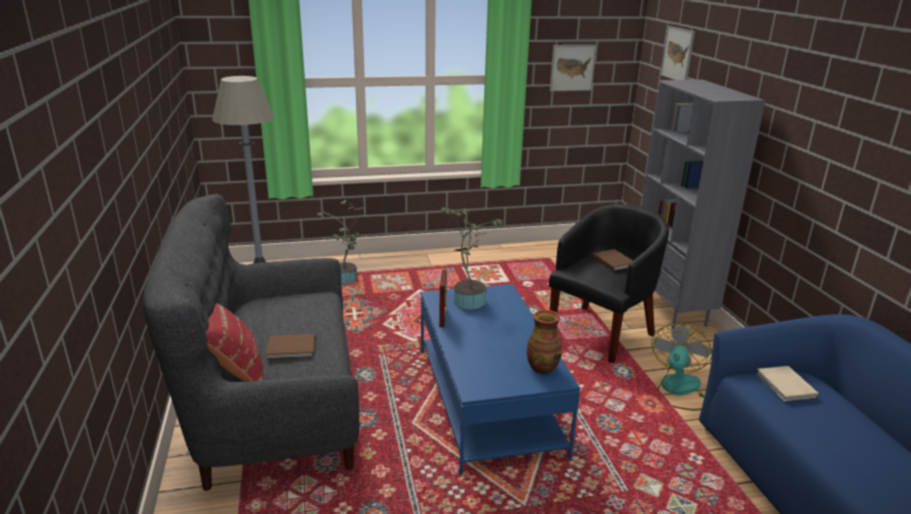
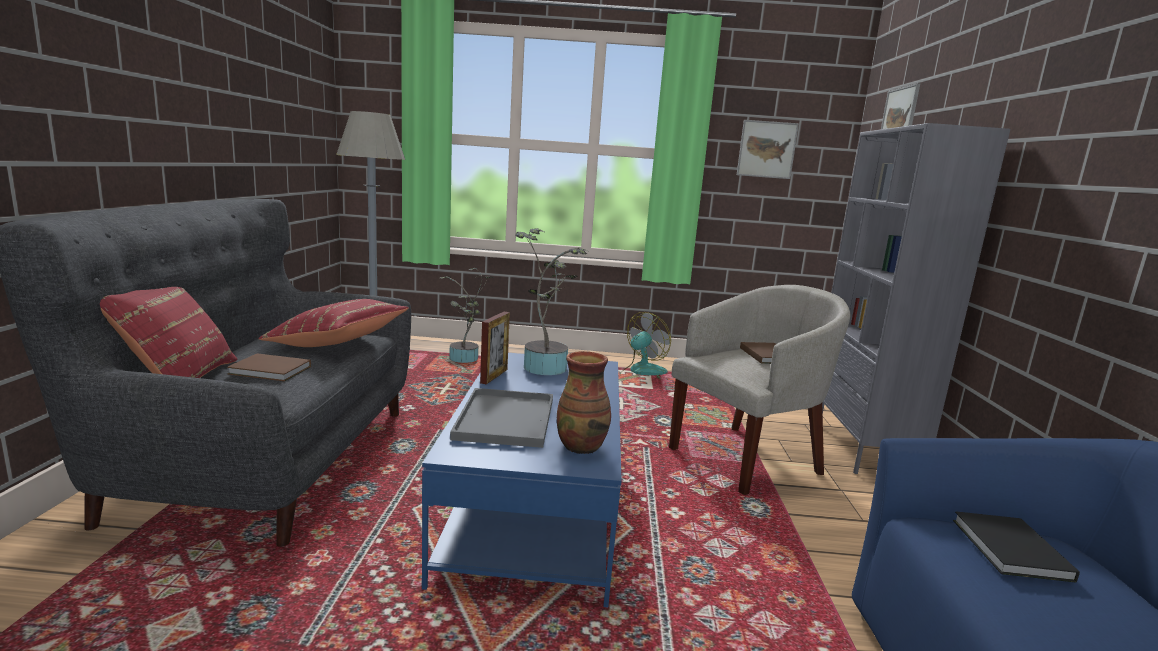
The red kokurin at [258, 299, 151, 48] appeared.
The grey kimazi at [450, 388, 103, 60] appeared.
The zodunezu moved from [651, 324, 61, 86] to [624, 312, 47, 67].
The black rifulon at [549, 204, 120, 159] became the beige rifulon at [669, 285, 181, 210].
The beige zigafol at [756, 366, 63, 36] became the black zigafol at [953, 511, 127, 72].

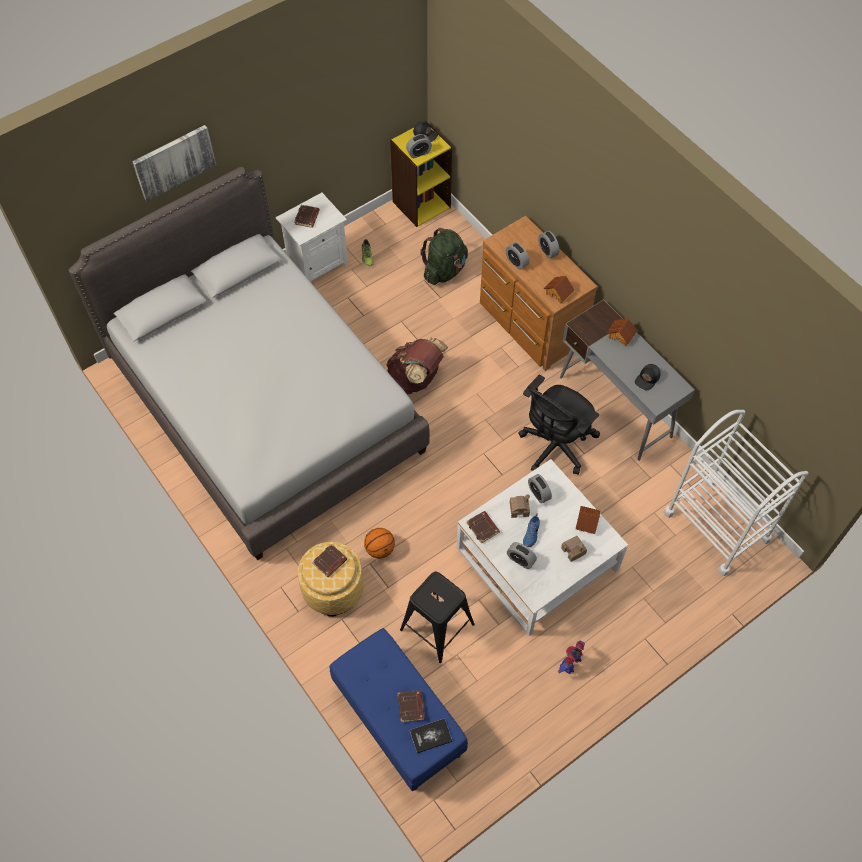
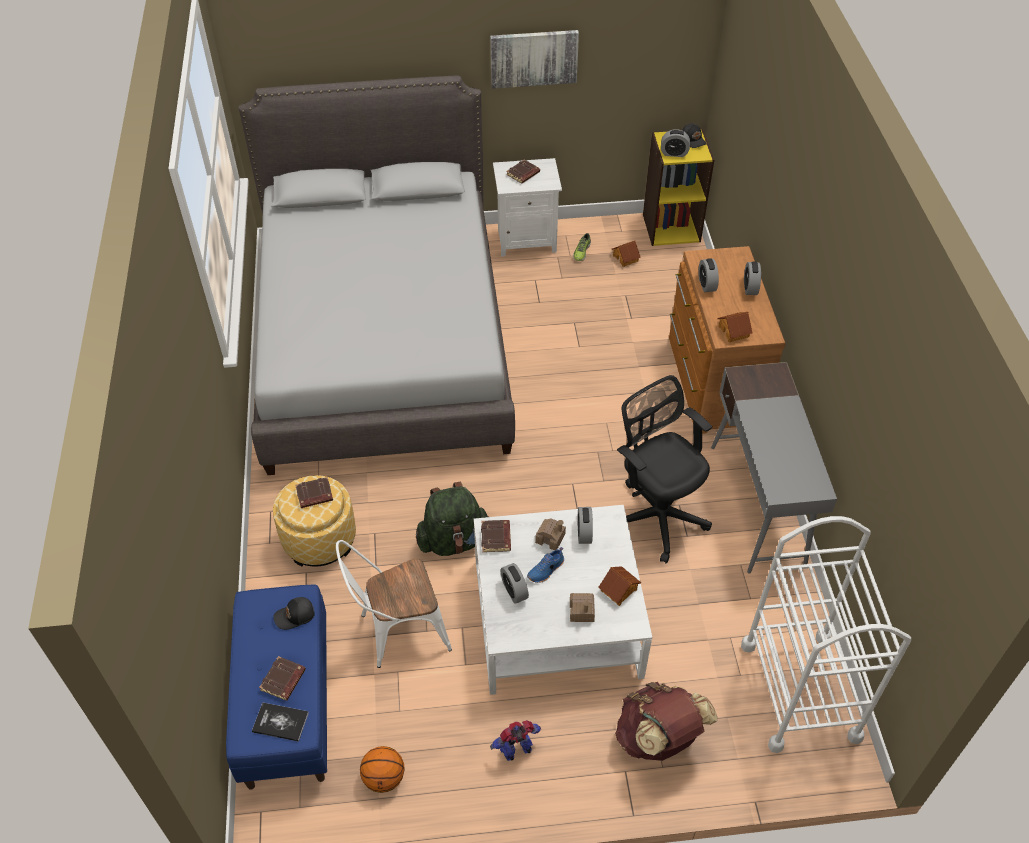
The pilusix moved from [132, 125, 84, 76] to [490, 30, 89, 59].
The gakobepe moved from [364, 528, 31, 30] to [360, 746, 45, 47].
The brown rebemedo moved from [386, 338, 62, 57] to [615, 682, 102, 79].
The green rebemedo moved from [420, 228, 48, 57] to [416, 481, 73, 75].
The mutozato moved from [607, 318, 30, 28] to [612, 241, 29, 26].
The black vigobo moved from [635, 364, 26, 27] to [273, 597, 42, 33].
The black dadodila at [400, 572, 75, 91] was replaced by the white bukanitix at [336, 540, 116, 128].
The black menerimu at [518, 375, 82, 100] turned 75 degrees clockwise.

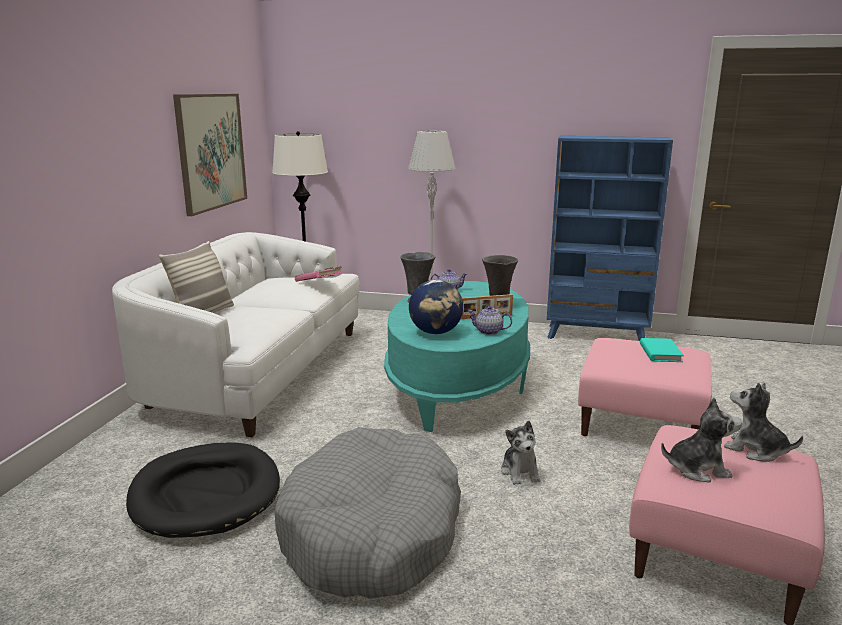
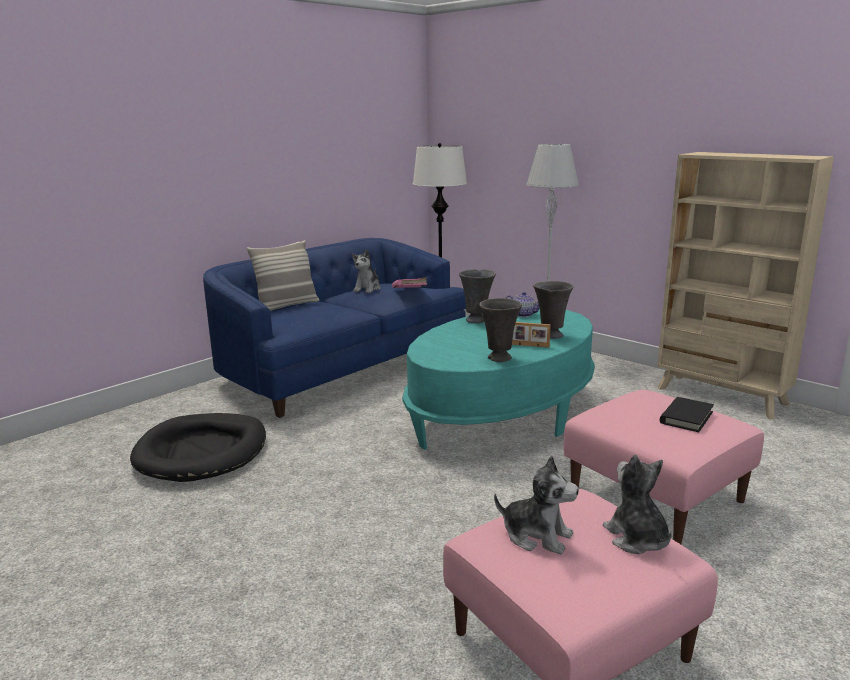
The pilusix at [173, 94, 74, 122] disappeared.
The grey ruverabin at [274, 427, 187, 172] disappeared.
The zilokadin at [409, 280, 54, 54] disappeared.
The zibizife moved from [501, 421, 39, 64] to [352, 249, 29, 44].
The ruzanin at [468, 306, 44, 29] was replaced by the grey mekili at [479, 298, 43, 64].
The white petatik at [112, 232, 248, 205] became the blue petatik at [203, 238, 263, 180].
The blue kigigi at [547, 136, 126, 205] became the beige kigigi at [657, 152, 177, 267].
The turquoise zigafol at [640, 338, 44, 24] became the black zigafol at [660, 397, 54, 35].

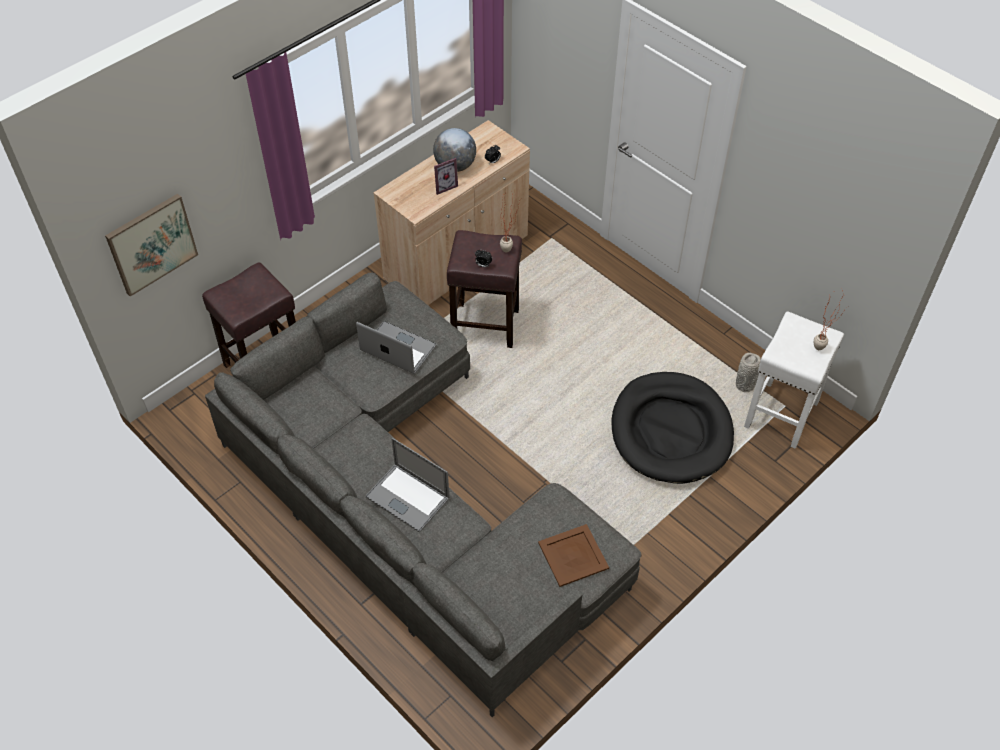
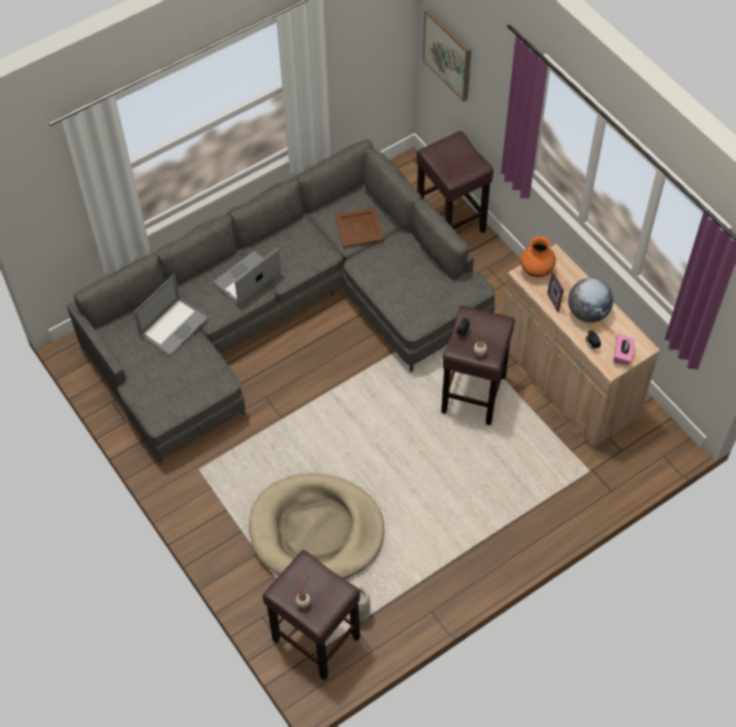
The orange mekili at [520, 236, 36, 41] appeared.
The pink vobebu at [614, 334, 21, 31] appeared.
The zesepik moved from [356, 321, 81, 53] to [134, 274, 75, 82].
The brown kimazi moved from [538, 524, 71, 63] to [335, 207, 49, 41].
The black ruverabin at [612, 372, 122, 112] became the beige ruverabin at [249, 473, 135, 106].
The white dadodila at [744, 311, 100, 138] became the brown dadodila at [263, 550, 97, 131].

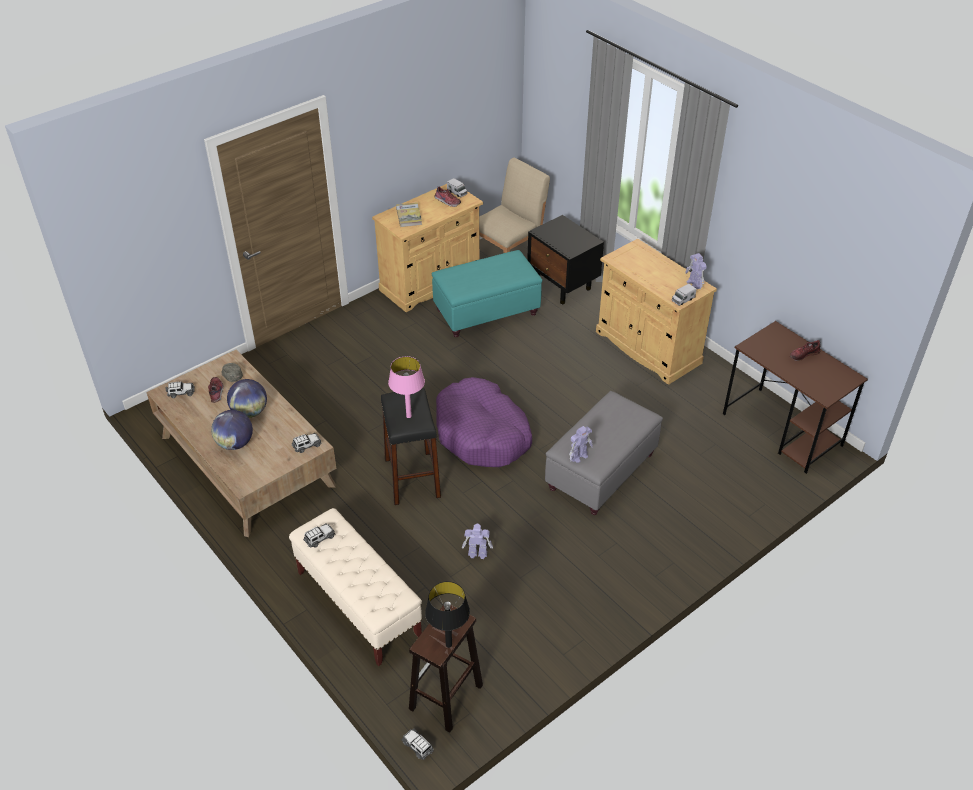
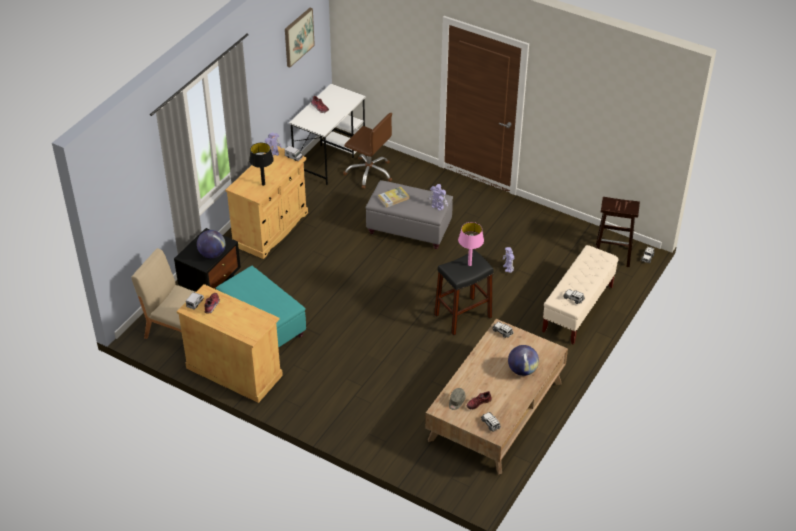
The purple ruverabin at [436, 377, 96, 90] disappeared.
The pilusix at [285, 8, 30, 60] appeared.
The brown menerimu at [343, 113, 49, 76] appeared.
The zilokadin moved from [227, 379, 40, 39] to [197, 230, 28, 28].
The zigafol moved from [396, 202, 26, 25] to [378, 186, 31, 22].
The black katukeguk moved from [425, 581, 45, 67] to [249, 143, 25, 43].
The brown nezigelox at [723, 321, 145, 153] became the white nezigelox at [289, 84, 77, 101].

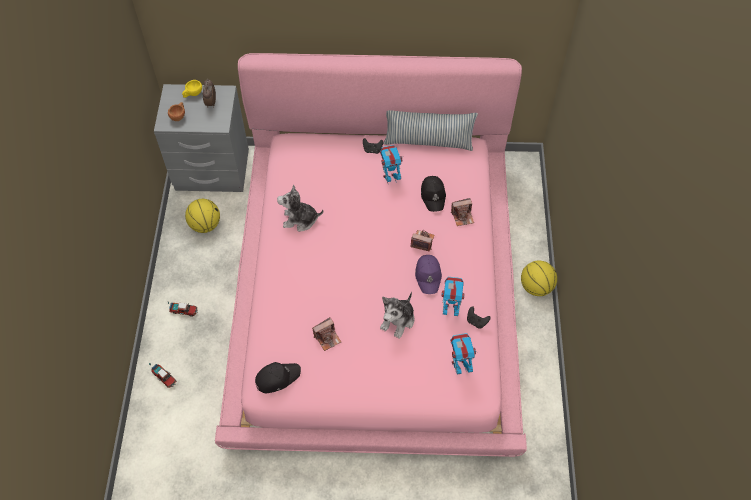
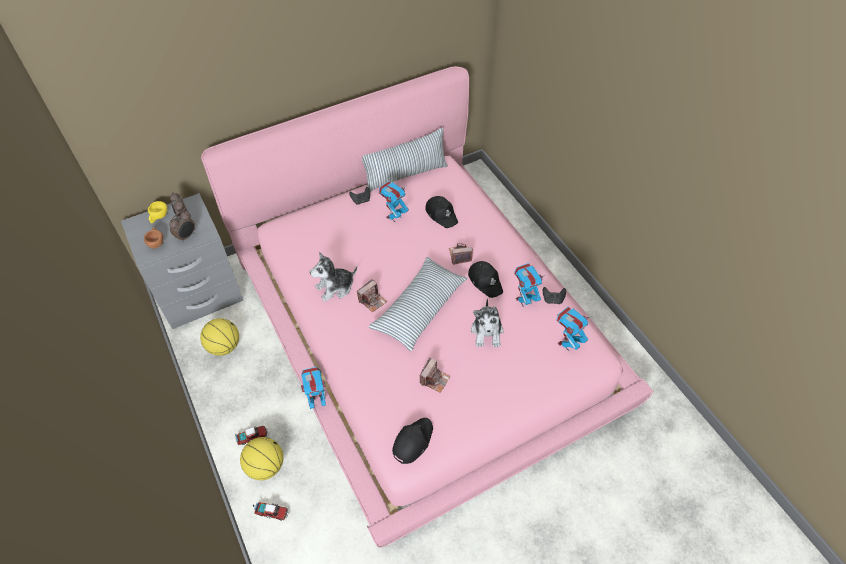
The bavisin at [169, 211, 26, 31] appeared.
The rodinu at [301, 367, 25, 42] appeared.
The kokurin at [369, 257, 99, 94] appeared.
The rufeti moved from [451, 198, 23, 28] to [357, 279, 30, 34].
The gakobepe moved from [521, 260, 36, 36] to [240, 437, 43, 43].
The purple vigobo at [415, 255, 27, 39] became the black vigobo at [468, 261, 35, 37].

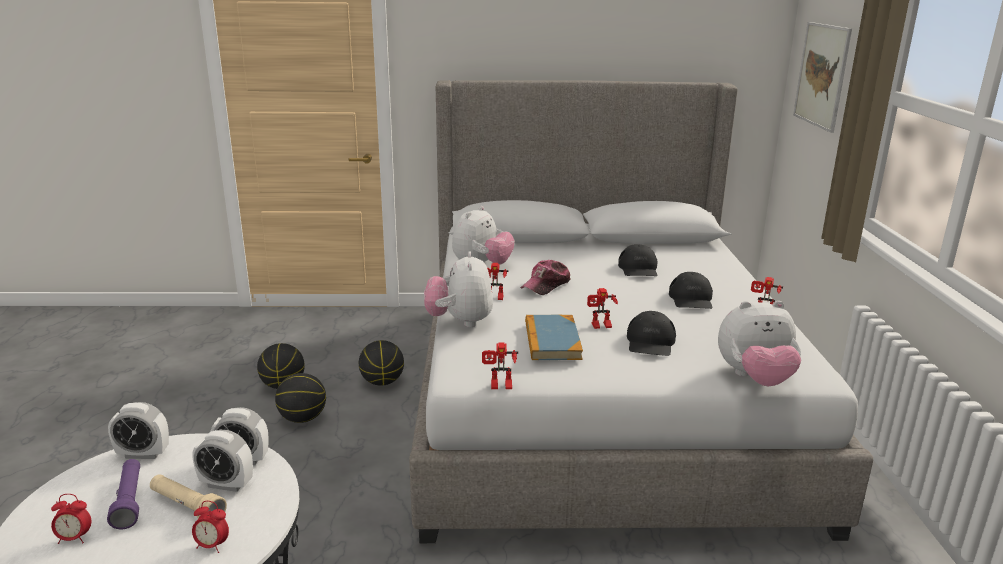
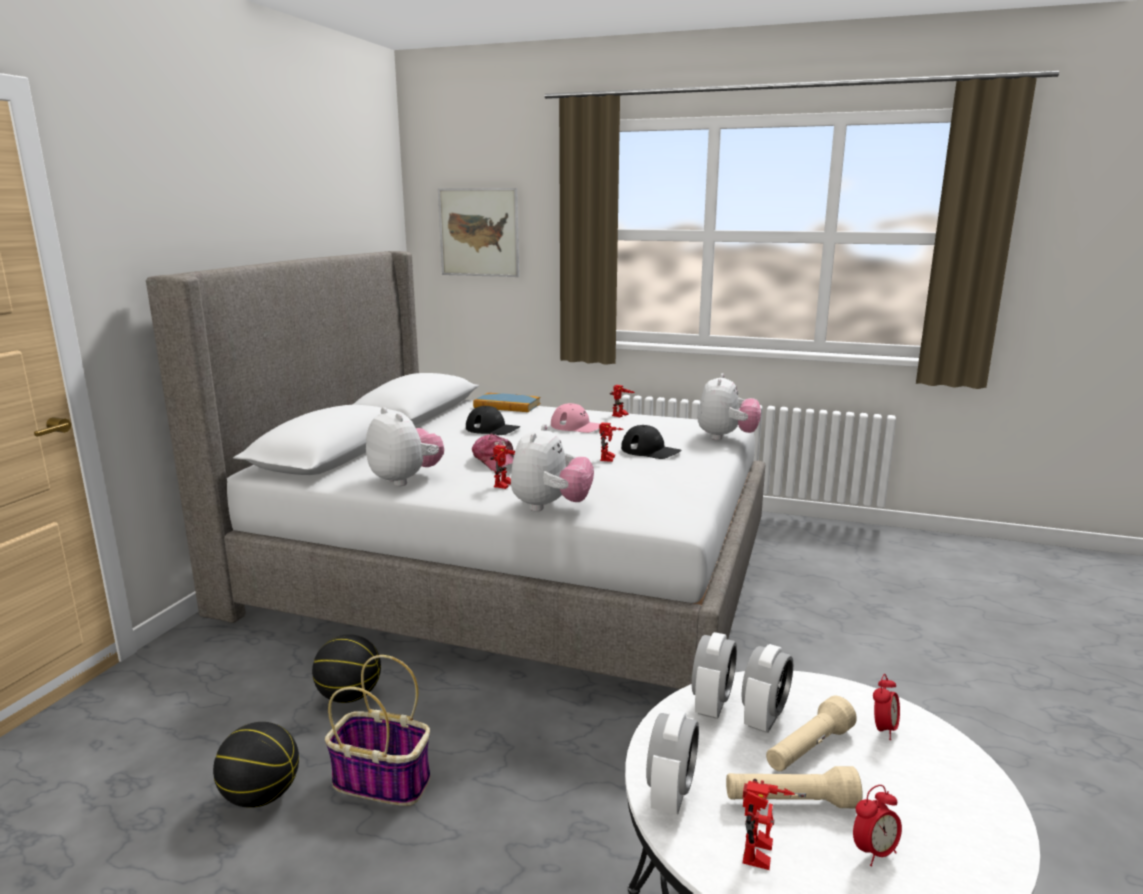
The rodinu moved from [482, 343, 36, 46] to [743, 779, 52, 91].
The zigafol moved from [525, 315, 58, 45] to [473, 393, 67, 19].
The gakobepe at [275, 373, 51, 50] was replaced by the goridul at [325, 655, 105, 151].
The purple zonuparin at [107, 459, 33, 70] became the beige zonuparin at [726, 766, 137, 42].
The black vigobo at [669, 272, 44, 37] became the pink vigobo at [551, 403, 49, 30].
The bavisin at [51, 494, 40, 50] turned 45 degrees clockwise.
The zibizife at [424, 251, 69, 77] turned 90 degrees counterclockwise.

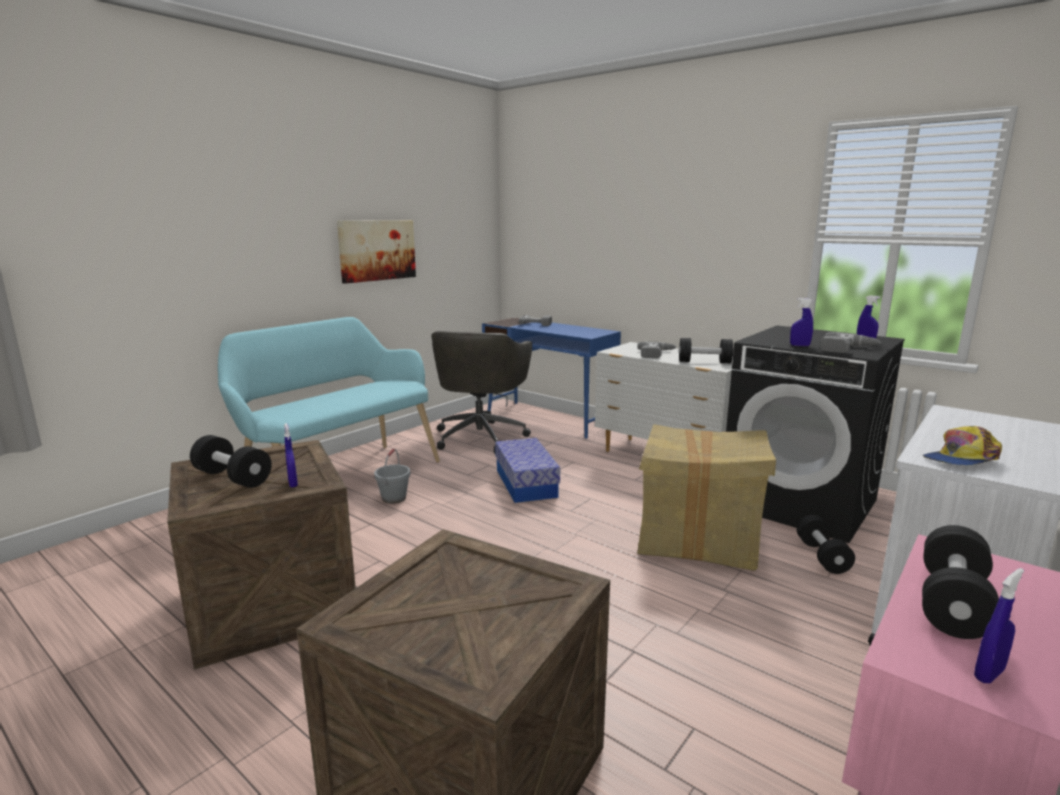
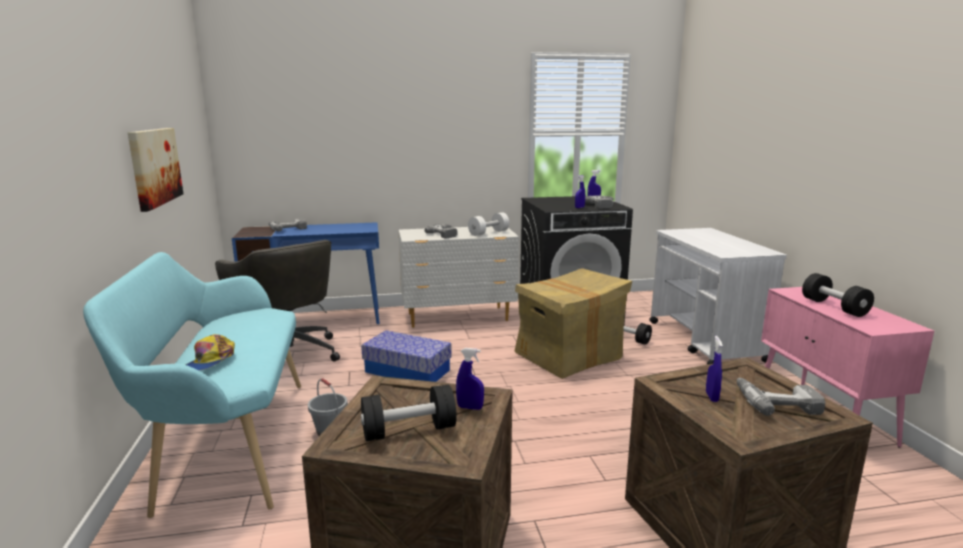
The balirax at [737, 378, 88, 38] appeared.
The vigobo moved from [923, 426, 79, 39] to [186, 334, 49, 36].
The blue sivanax moved from [974, 568, 50, 115] to [706, 336, 17, 66].
The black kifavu at [679, 338, 54, 25] became the white kifavu at [468, 212, 41, 24].

